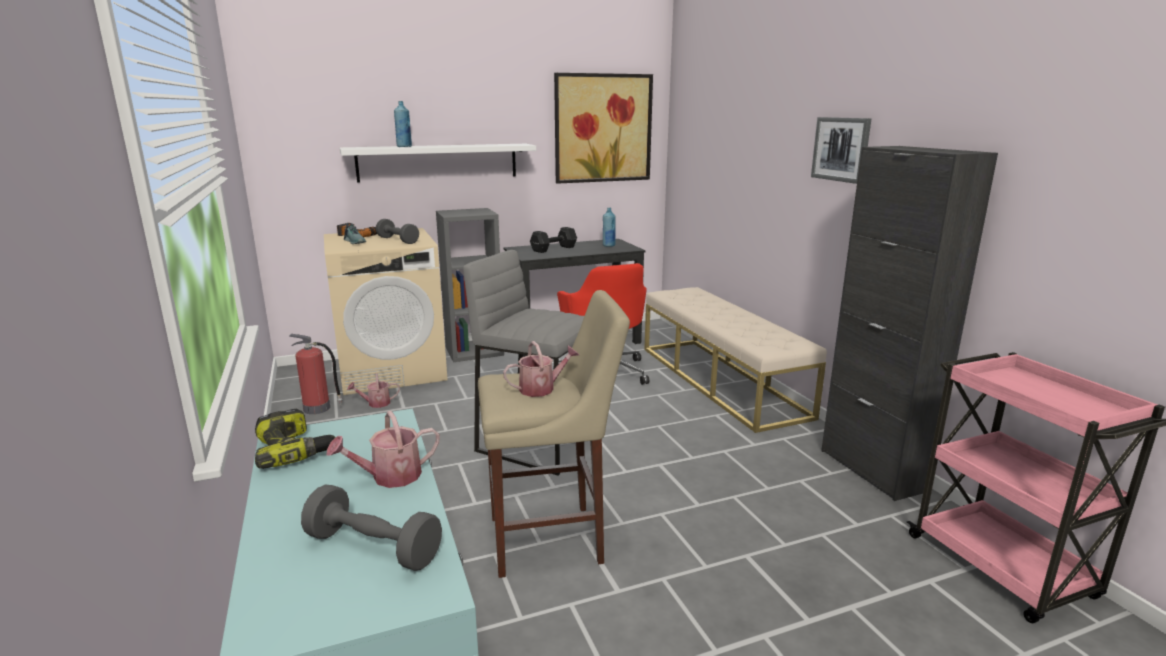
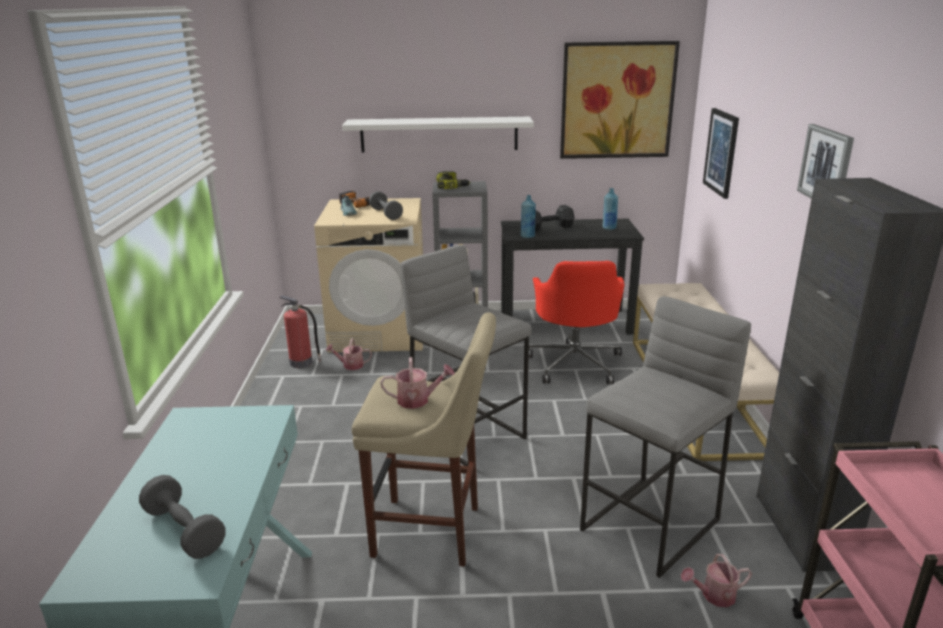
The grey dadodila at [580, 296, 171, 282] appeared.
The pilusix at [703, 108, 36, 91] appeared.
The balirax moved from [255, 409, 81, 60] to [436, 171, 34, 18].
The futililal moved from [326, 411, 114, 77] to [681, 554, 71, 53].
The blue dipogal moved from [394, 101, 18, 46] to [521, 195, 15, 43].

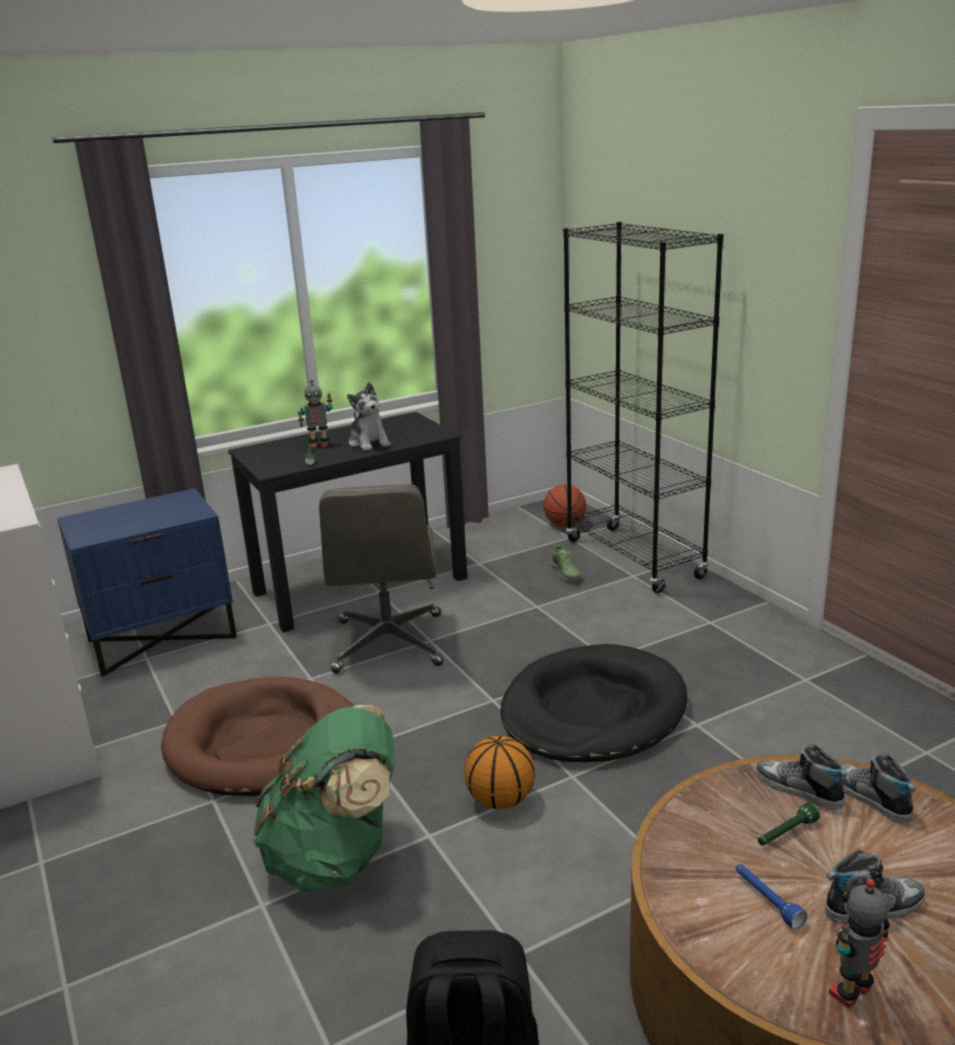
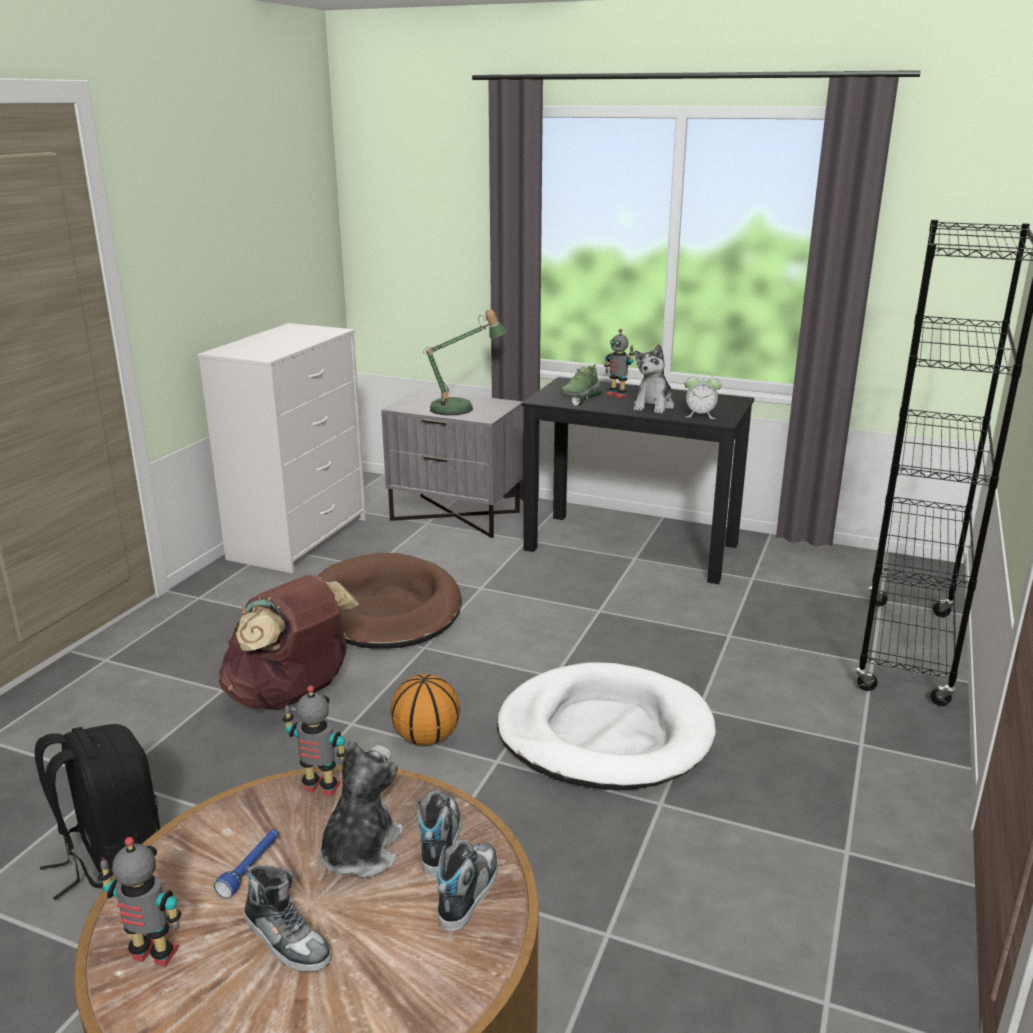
The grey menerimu at [319, 484, 124, 189] disappeared.
The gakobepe at [543, 484, 43, 43] disappeared.
The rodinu at [283, 685, 63, 111] appeared.
The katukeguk at [423, 309, 84, 107] appeared.
The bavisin at [684, 371, 38, 48] appeared.
The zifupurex moved from [550, 543, 32, 38] to [561, 364, 39, 33].
The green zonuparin at [758, 802, 62, 44] was replaced by the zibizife at [319, 740, 85, 138].
The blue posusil at [57, 488, 180, 189] became the grey posusil at [381, 389, 143, 149].
The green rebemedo at [253, 705, 142, 187] became the brown rebemedo at [218, 575, 142, 134].
The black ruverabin at [500, 644, 187, 118] became the white ruverabin at [497, 662, 219, 128].

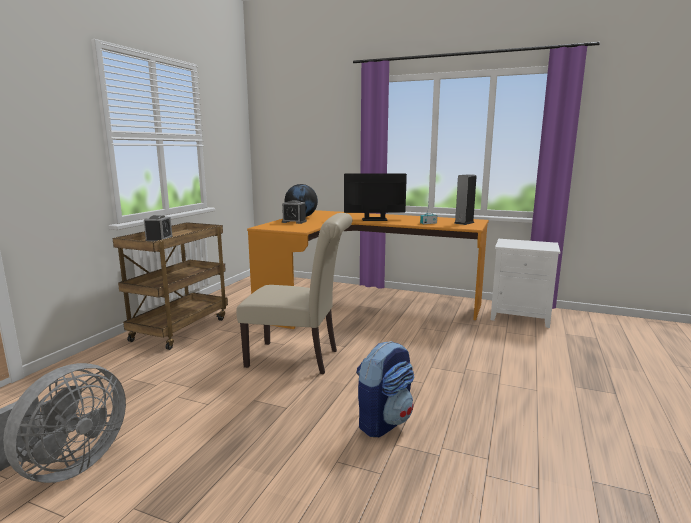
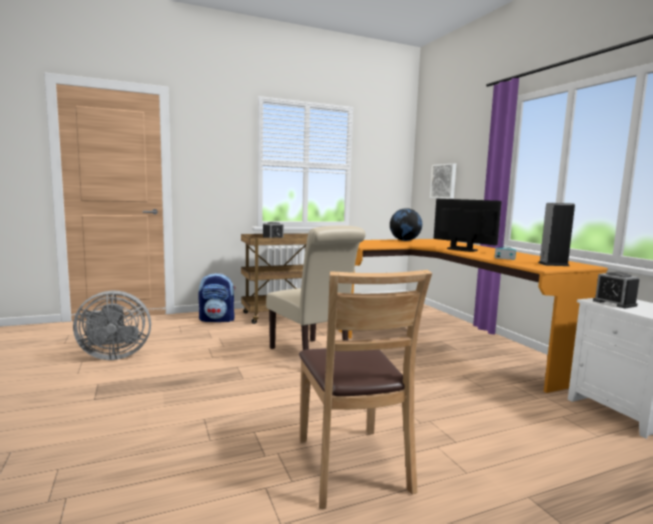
The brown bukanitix at [299, 270, 133, 239] appeared.
The pilusix at [430, 163, 26, 36] appeared.
The bavisin moved from [282, 200, 25, 24] to [593, 272, 46, 36].
The rebemedo moved from [356, 341, 59, 96] to [198, 273, 38, 49].

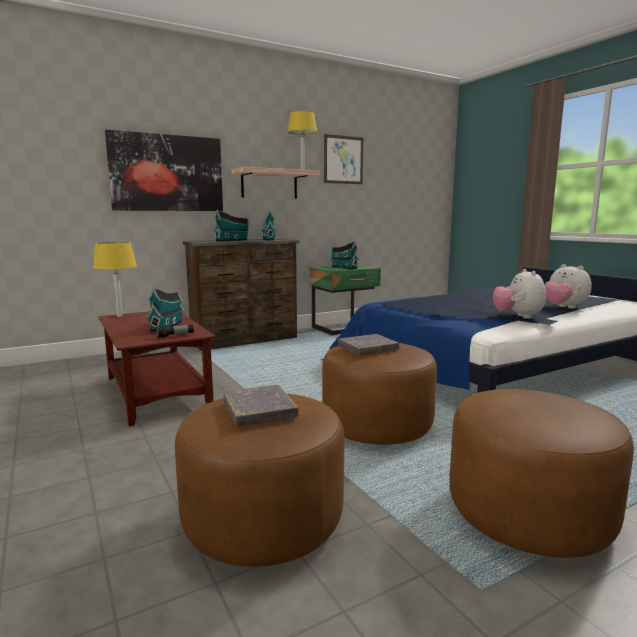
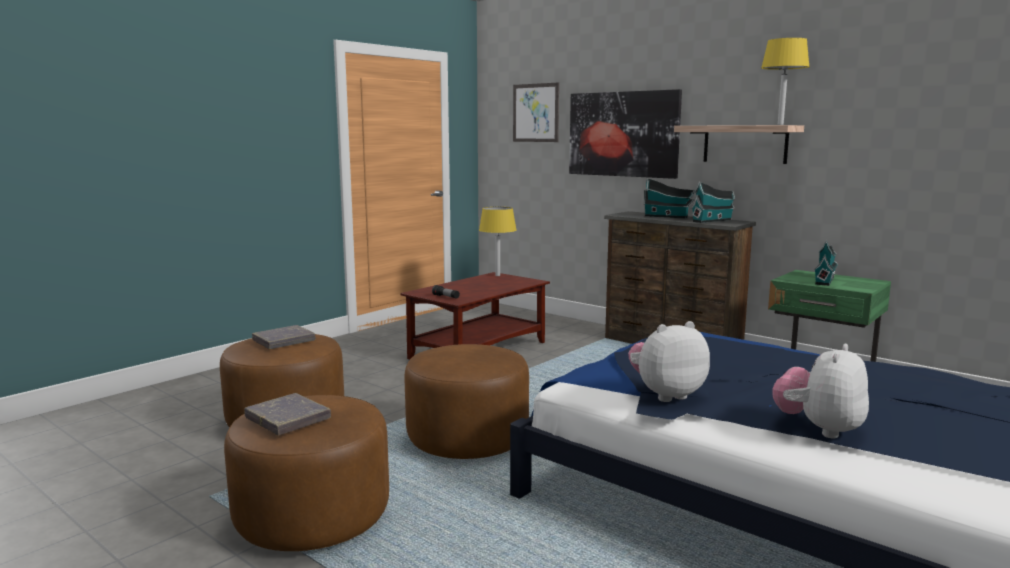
The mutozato at [146, 288, 38, 44] disappeared.
The pilusix moved from [324, 134, 39, 50] to [513, 83, 46, 59].
The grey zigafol moved from [338, 334, 61, 21] to [244, 393, 87, 43].

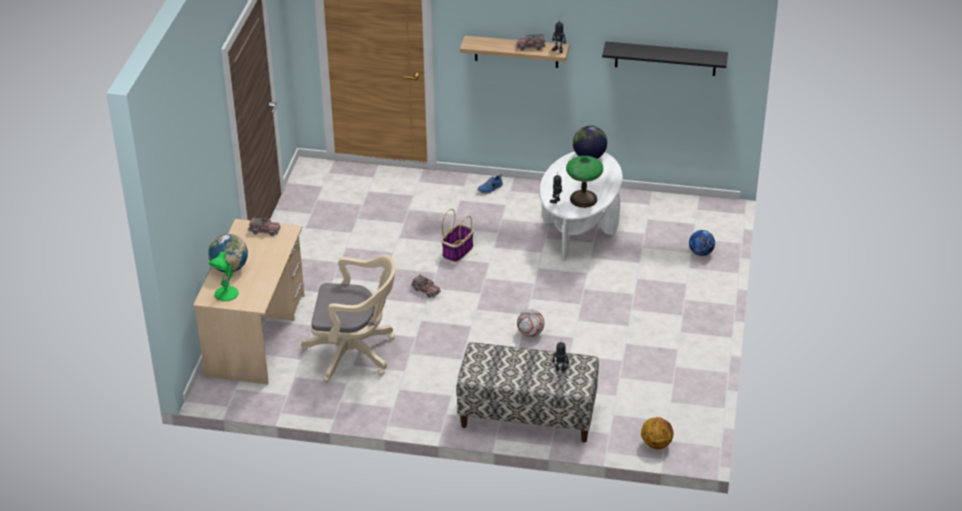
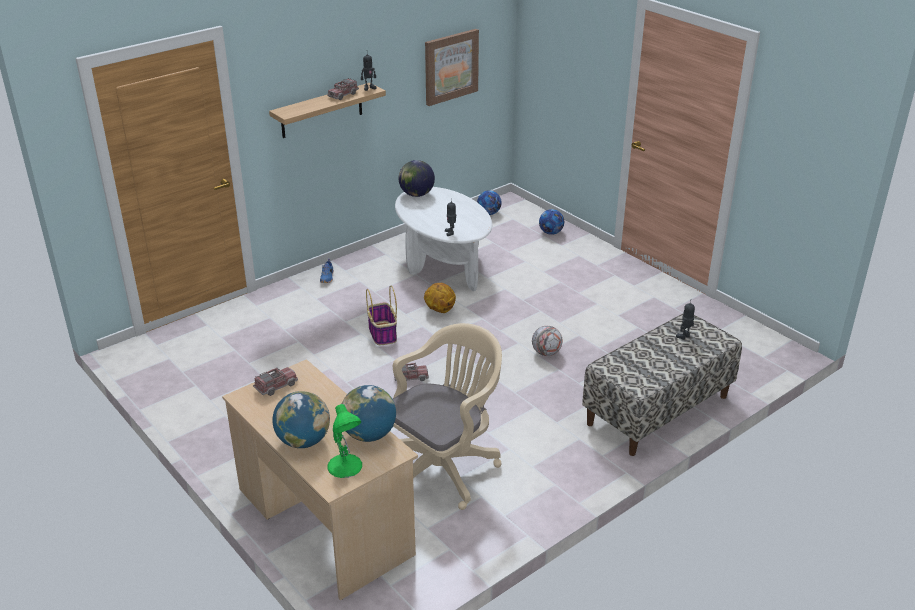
The katukeguk at [566, 156, 37, 52] disappeared.
The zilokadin at [342, 385, 54, 57] appeared.
The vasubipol at [477, 190, 25, 25] appeared.
The gakobepe moved from [641, 417, 32, 33] to [424, 283, 32, 30].
The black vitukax at [602, 42, 126, 34] was replaced by the pilusix at [425, 29, 54, 77].

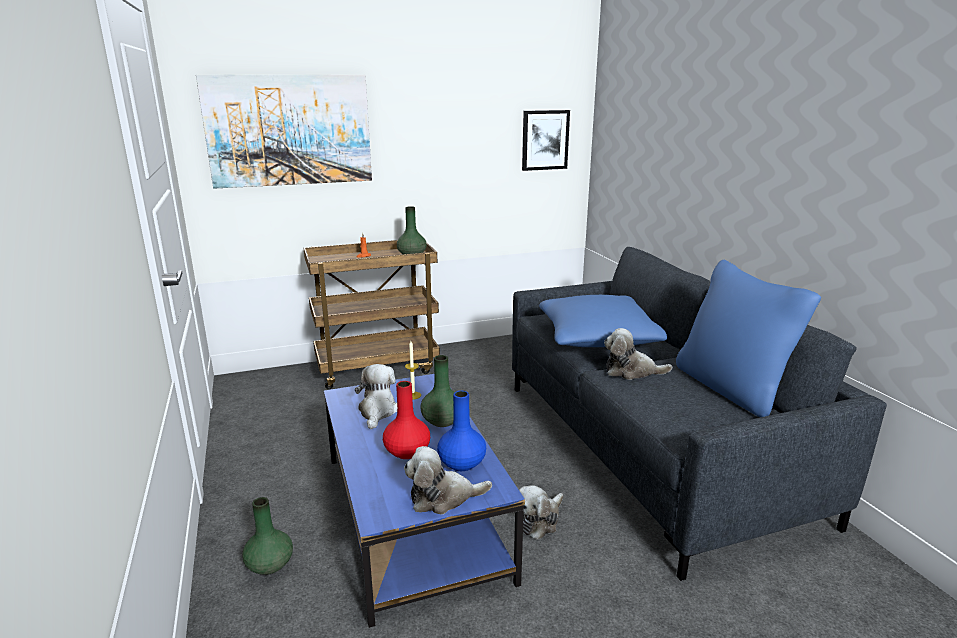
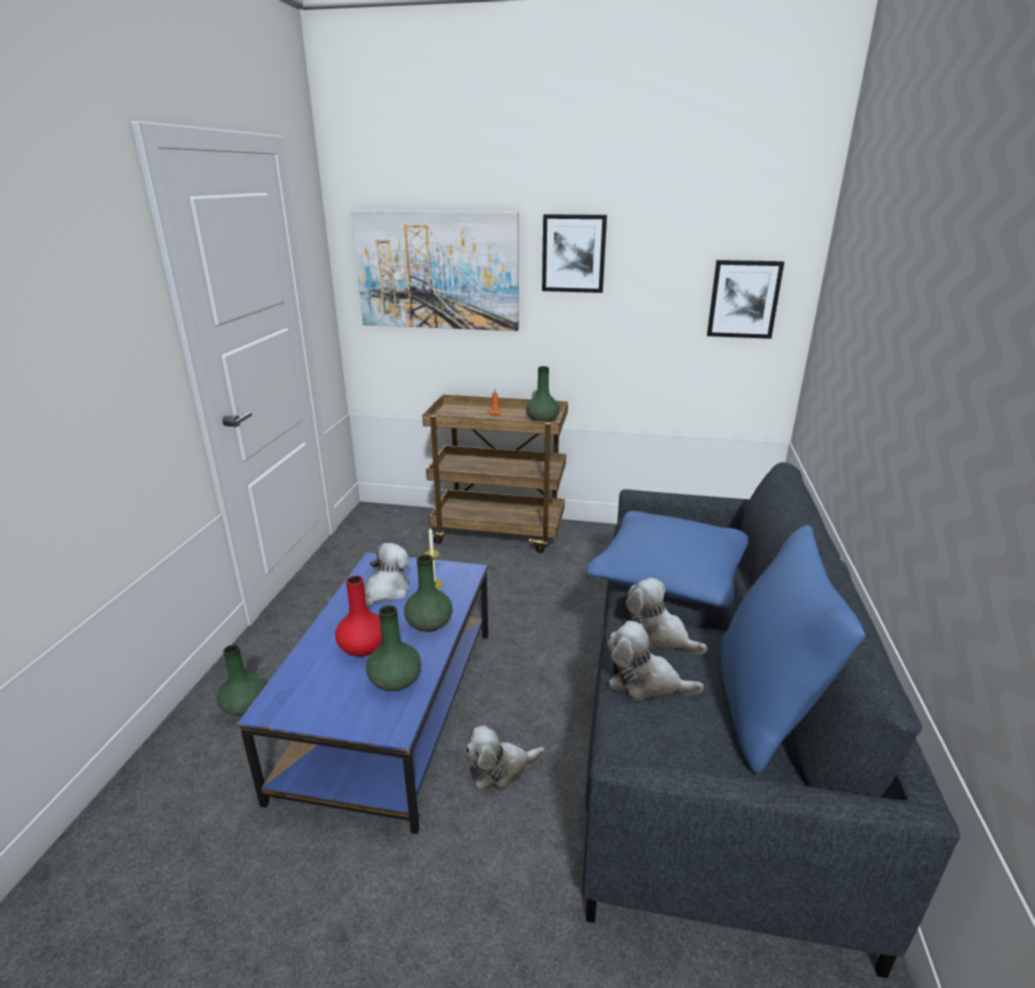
The pilusix at [542, 214, 65, 79] appeared.
The zibizife moved from [404, 446, 88, 69] to [607, 621, 97, 80].
The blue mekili at [437, 391, 49, 80] became the green mekili at [366, 605, 55, 86].

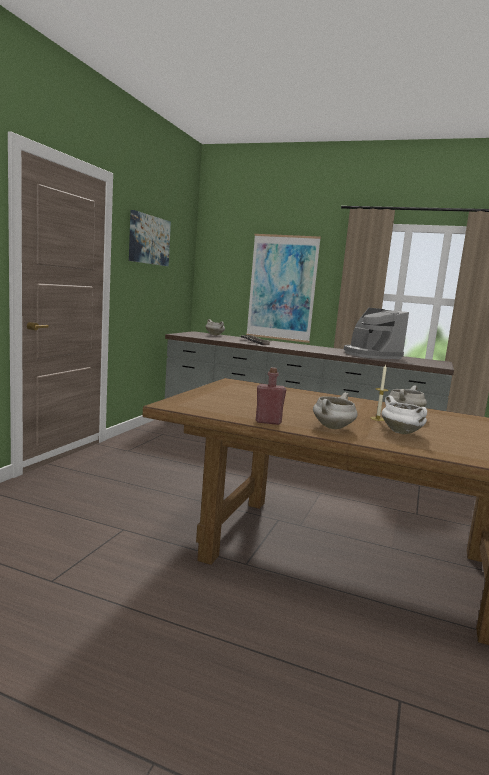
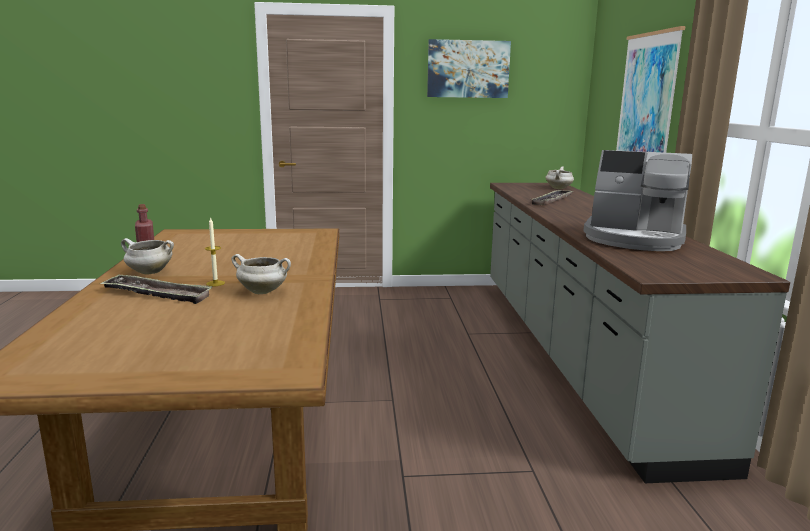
The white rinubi at [382, 396, 45, 38] was replaced by the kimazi at [100, 275, 113, 29].
The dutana at [344, 308, 65, 51] turned 105 degrees counterclockwise.

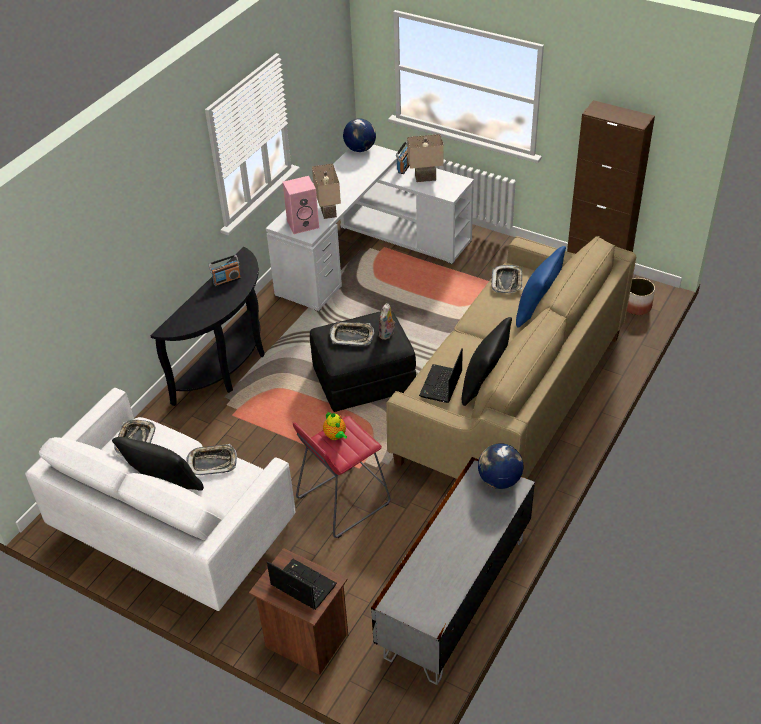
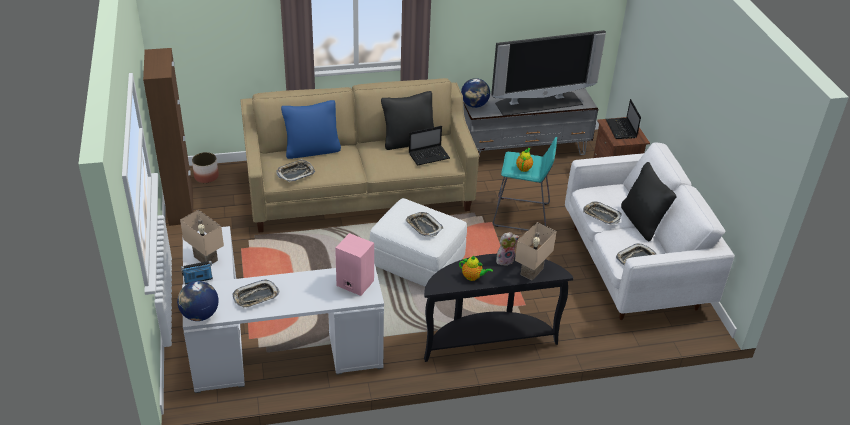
The kimazi at [232, 279, 48, 29] appeared.
The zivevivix at [491, 30, 115, 86] appeared.
The beige katukeguk moved from [312, 163, 29, 56] to [515, 222, 42, 58].
The zibizife moved from [379, 303, 16, 37] to [496, 232, 23, 34].
The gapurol at [208, 255, 33, 32] was replaced by the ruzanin at [459, 256, 34, 25].
The red dadodila at [293, 416, 98, 122] became the turquoise dadodila at [493, 137, 64, 94].
The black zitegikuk at [310, 310, 106, 102] became the white zitegikuk at [370, 198, 97, 89].

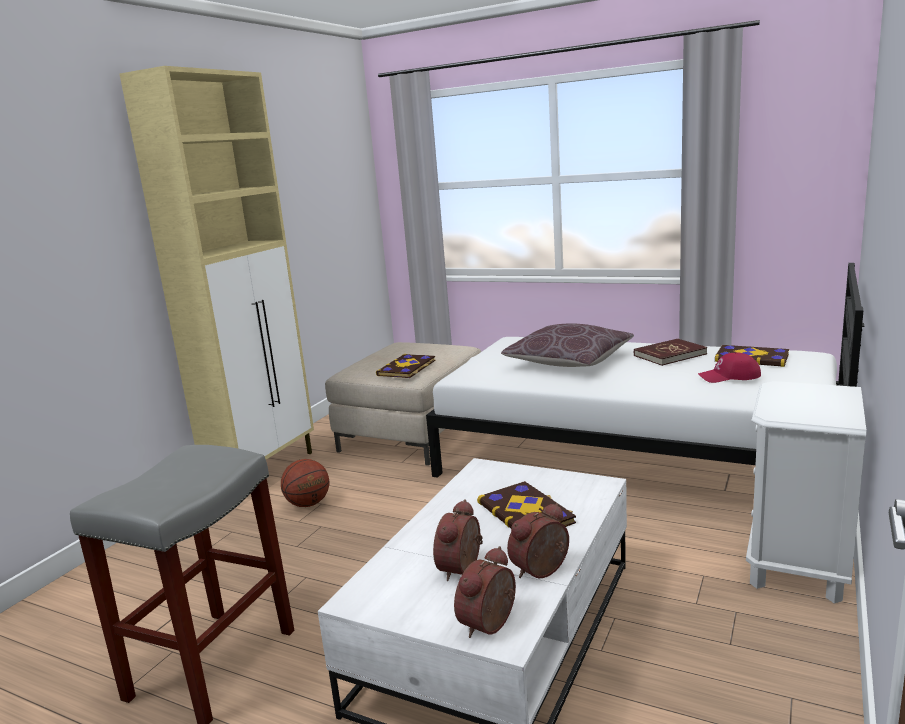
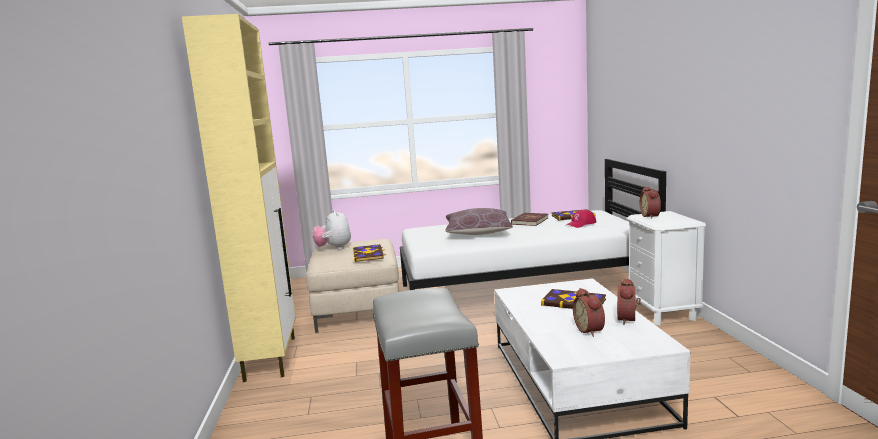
The gakobepe at [281, 459, 48, 48] disappeared.
The zibizife at [313, 210, 38, 39] appeared.
The bavisin moved from [454, 546, 62, 92] to [640, 187, 21, 32].

